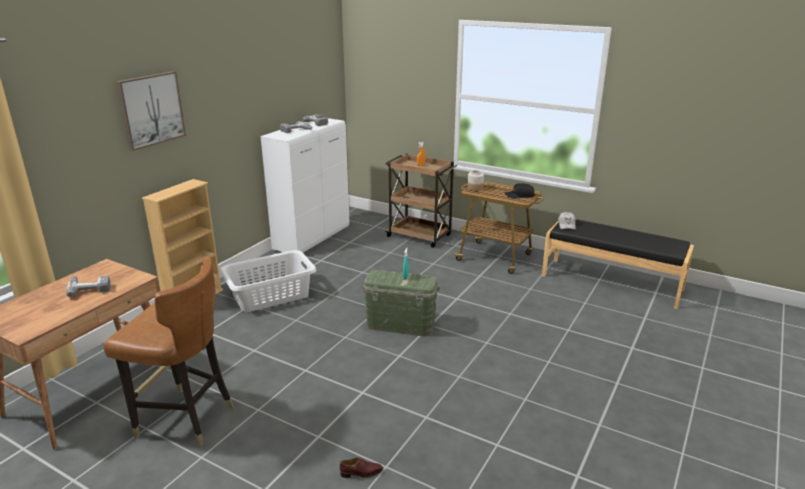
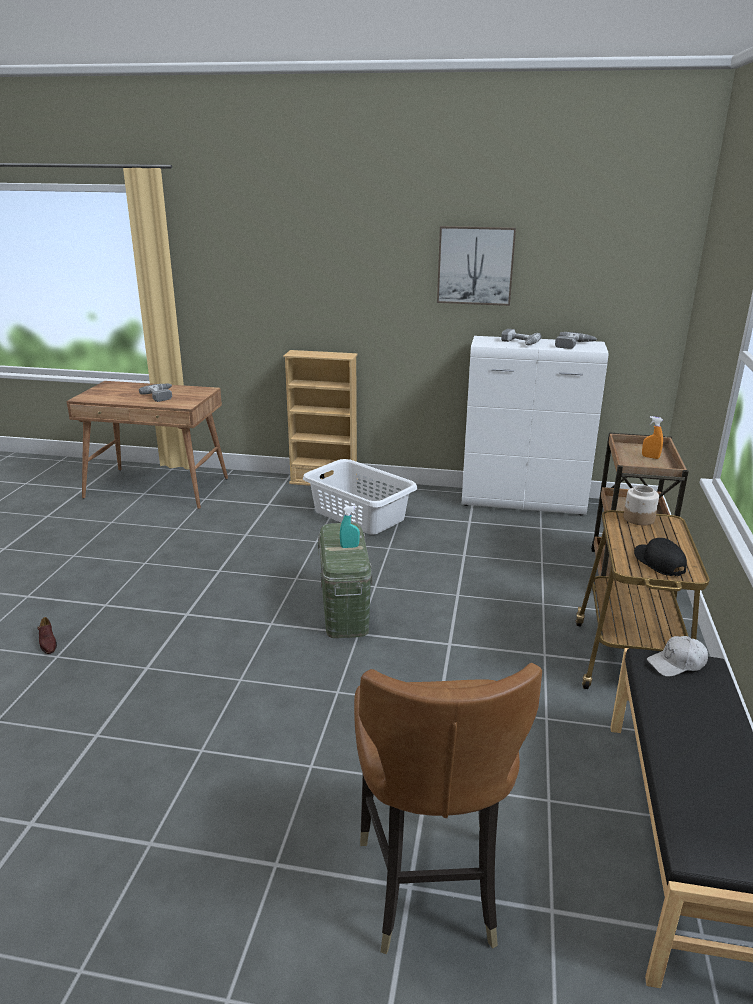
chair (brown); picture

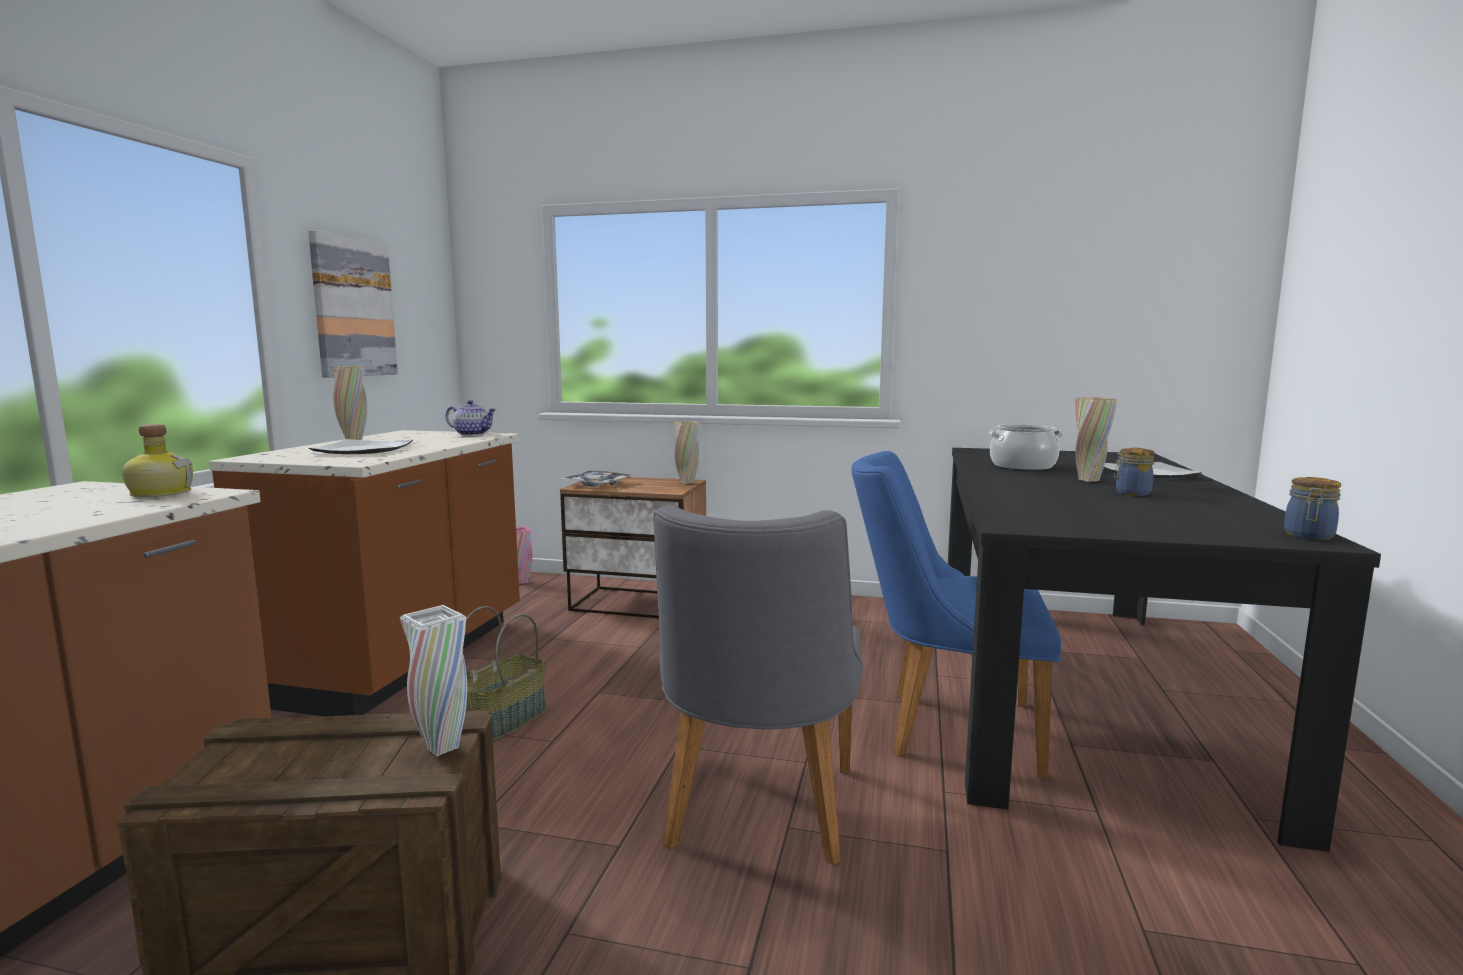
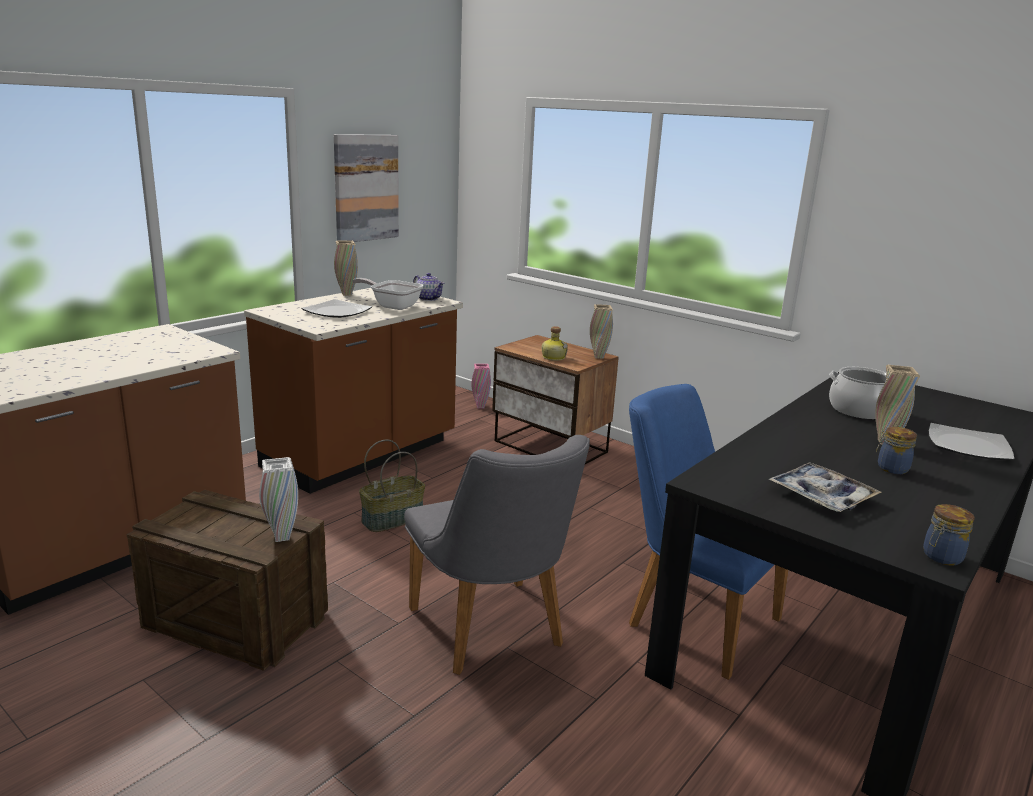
frying pan; bottle; tray; chair (grey)

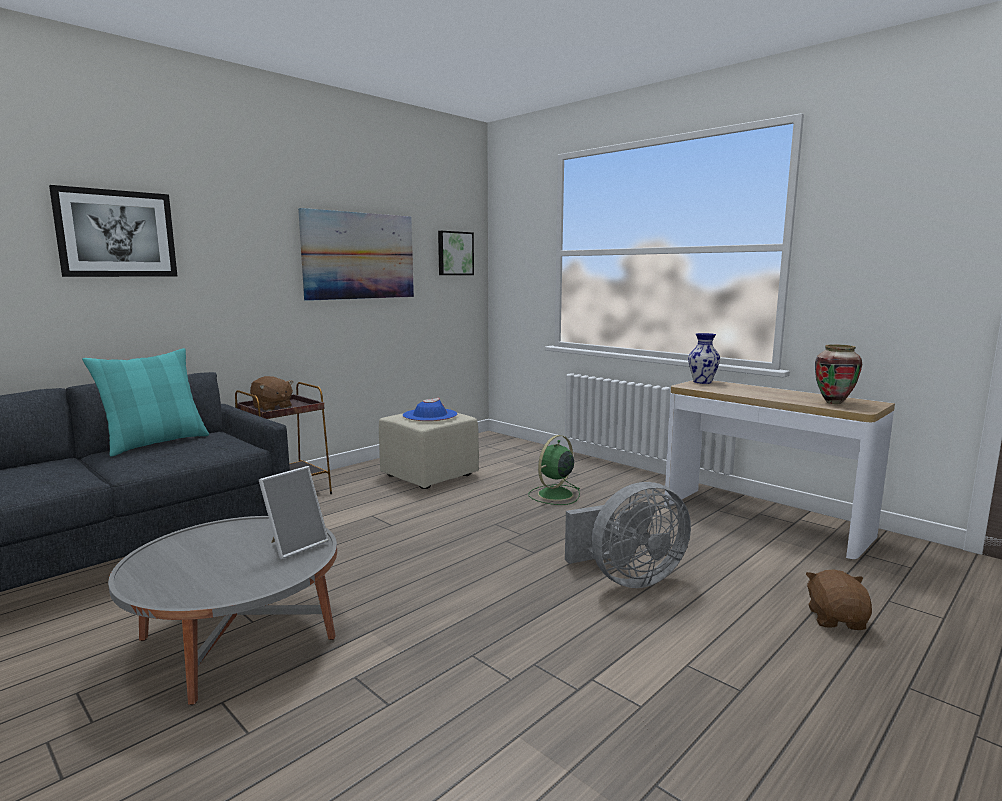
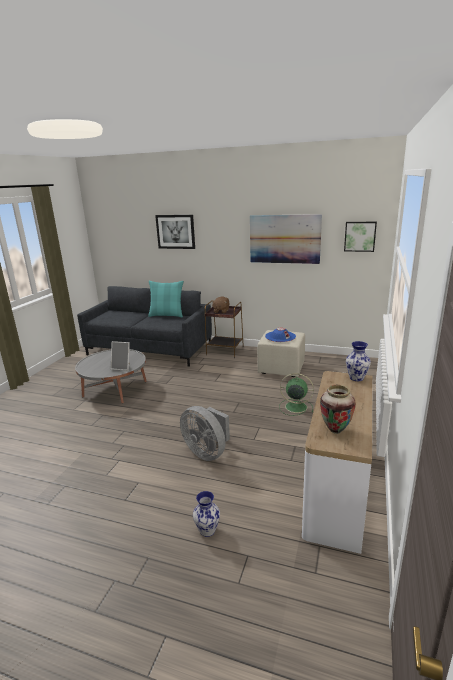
vase (1st from left)

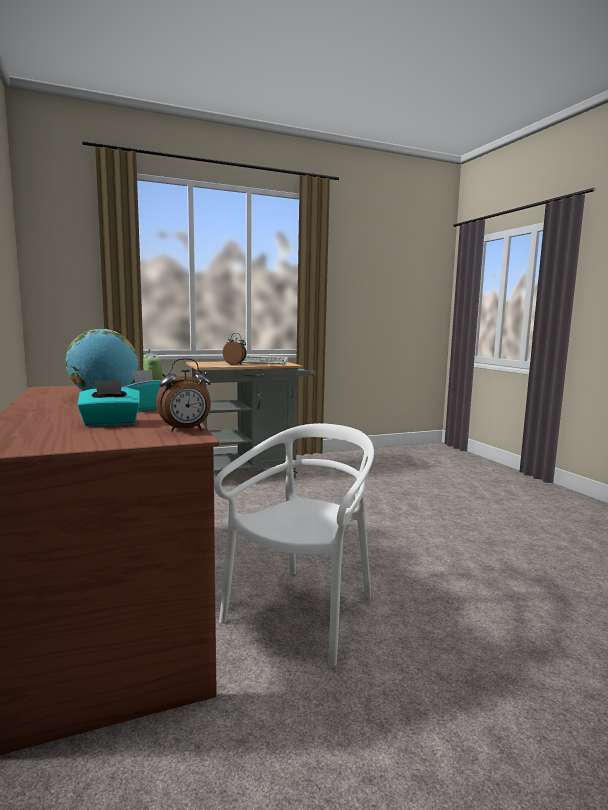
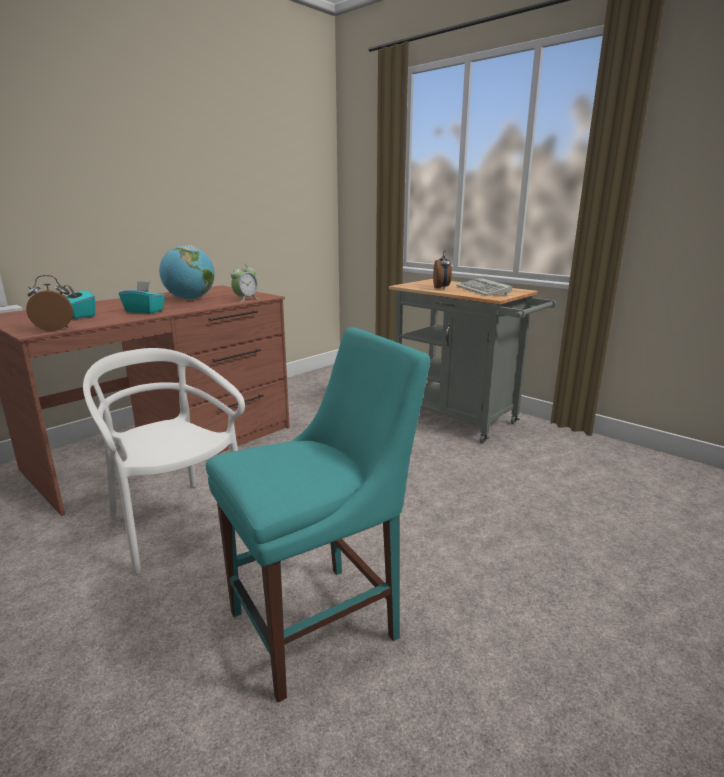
chair (turquoise); alarm clock (1st from left); chair (white)

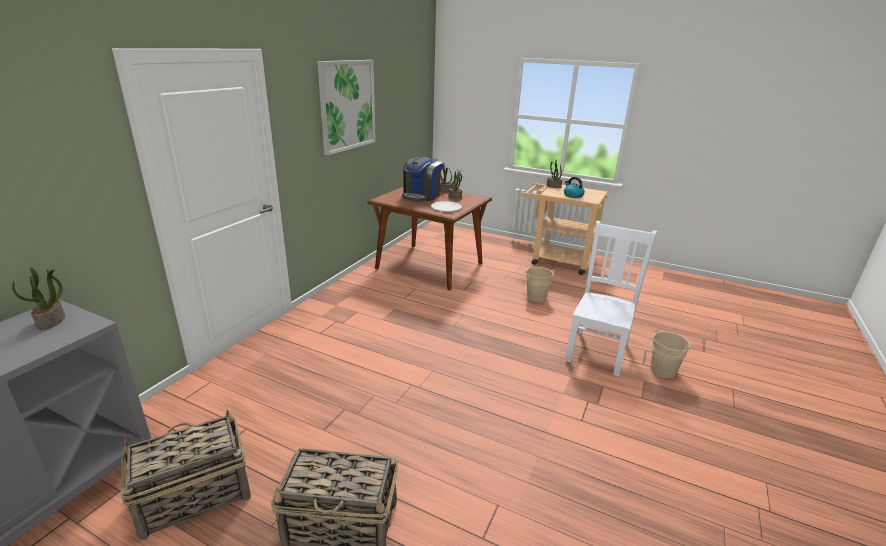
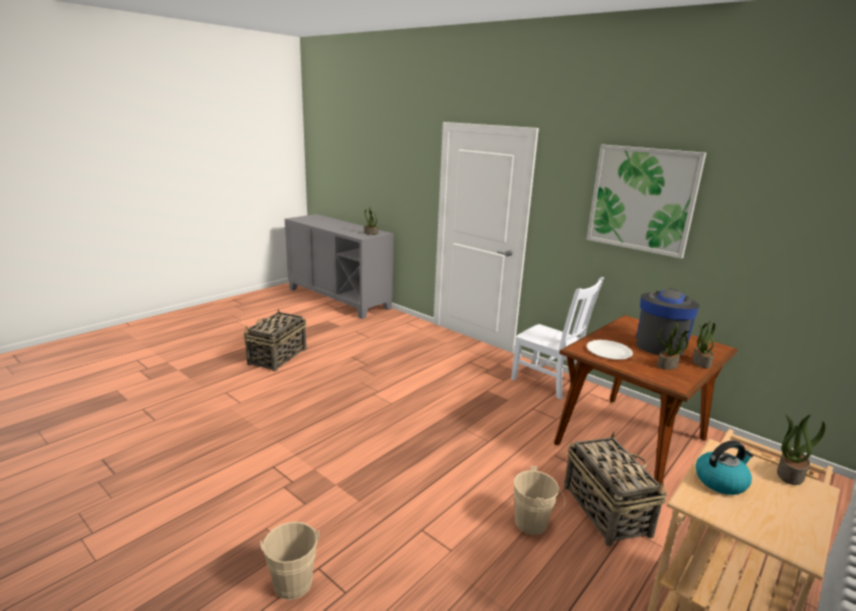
basket (2nd from left); chair (white); coffee machine

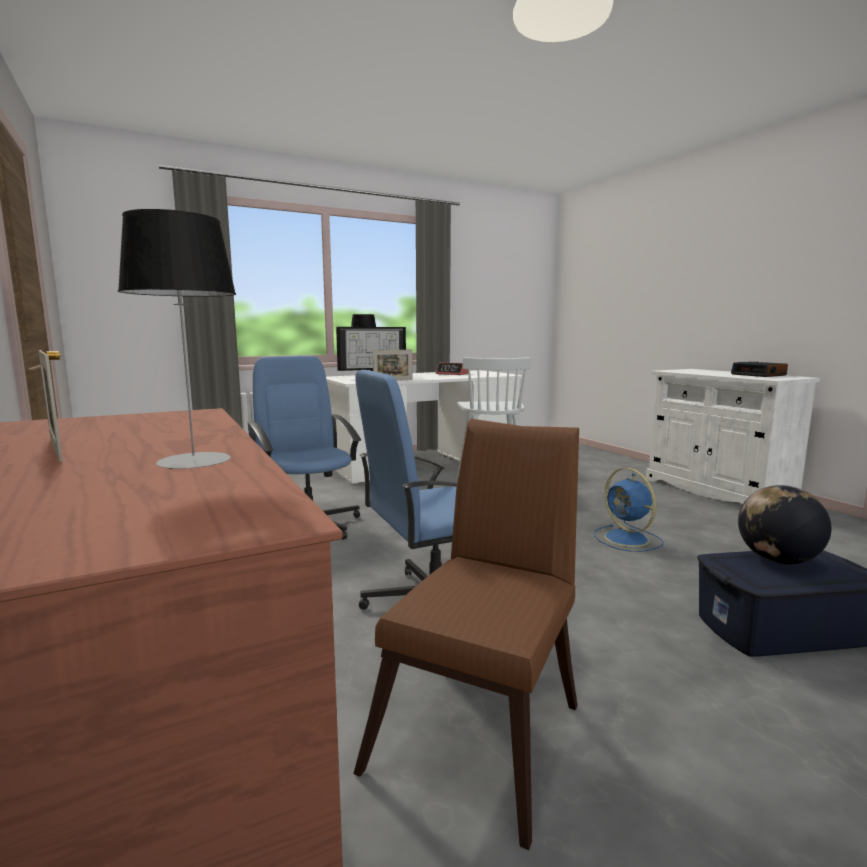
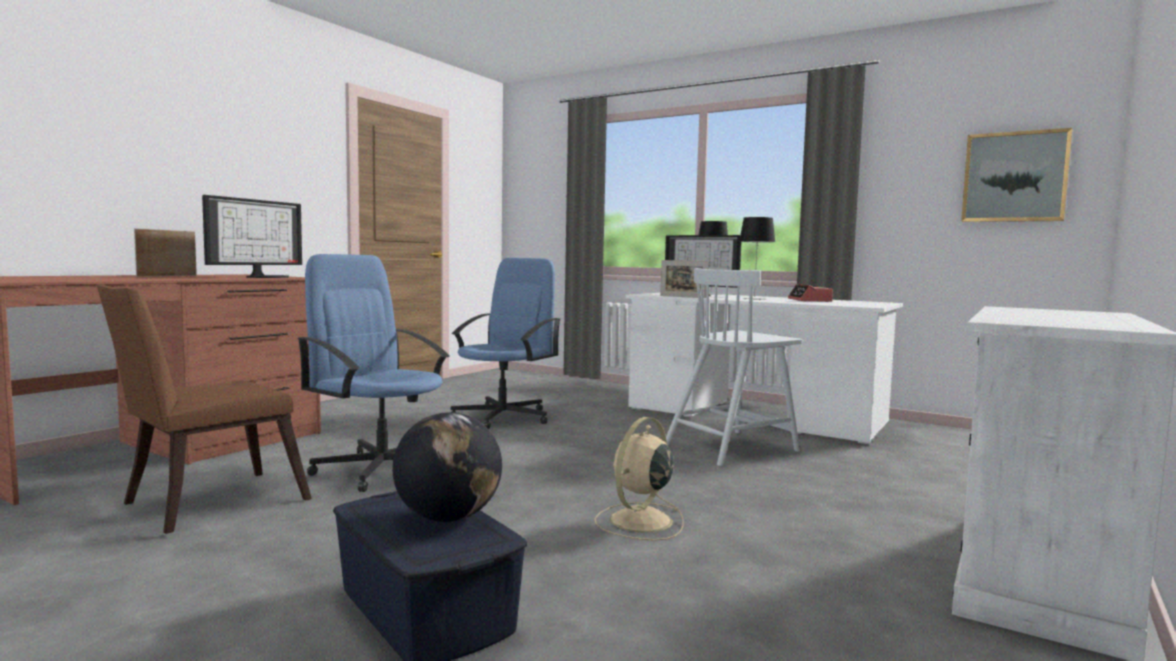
alarm clock (2nd from left in the first image); monitor (1st from left); picture; table lamp (2nd from left); fan (beige); chair (brown)

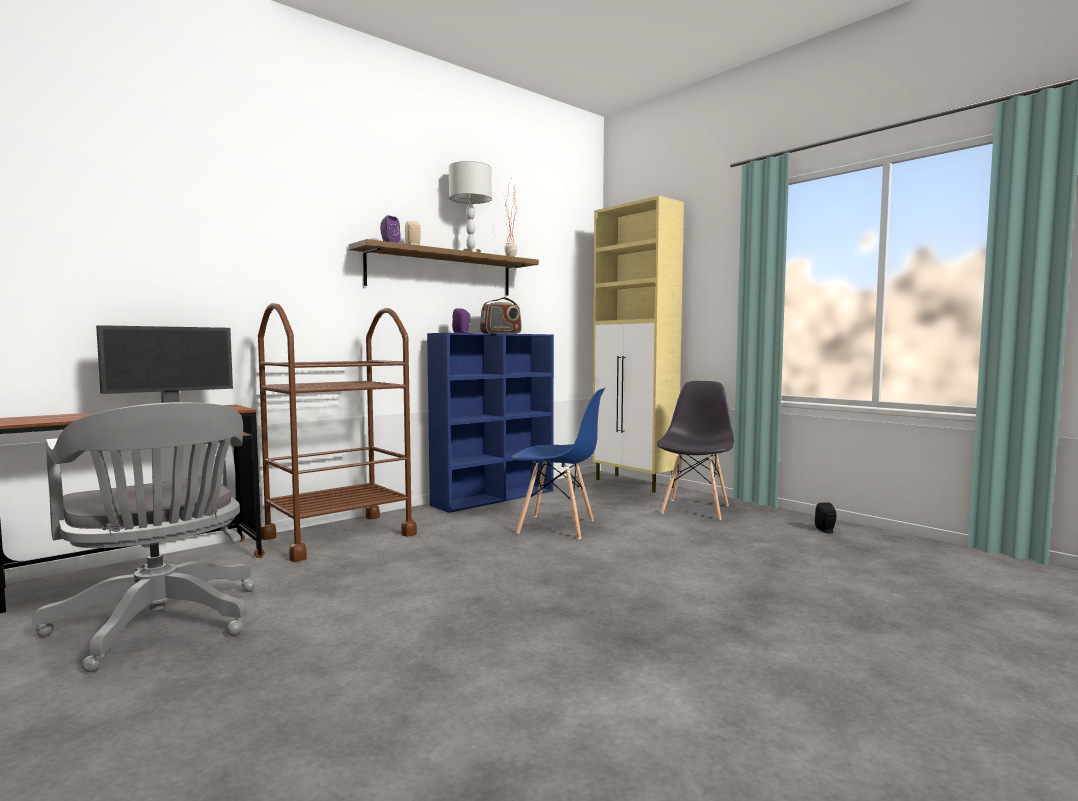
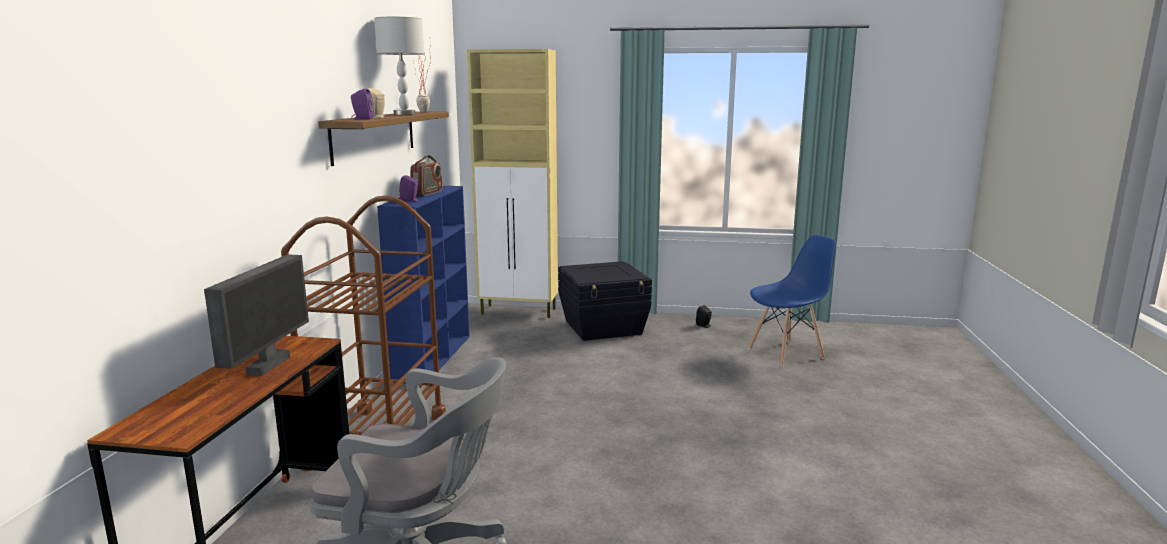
chair (blue); storage box (black)

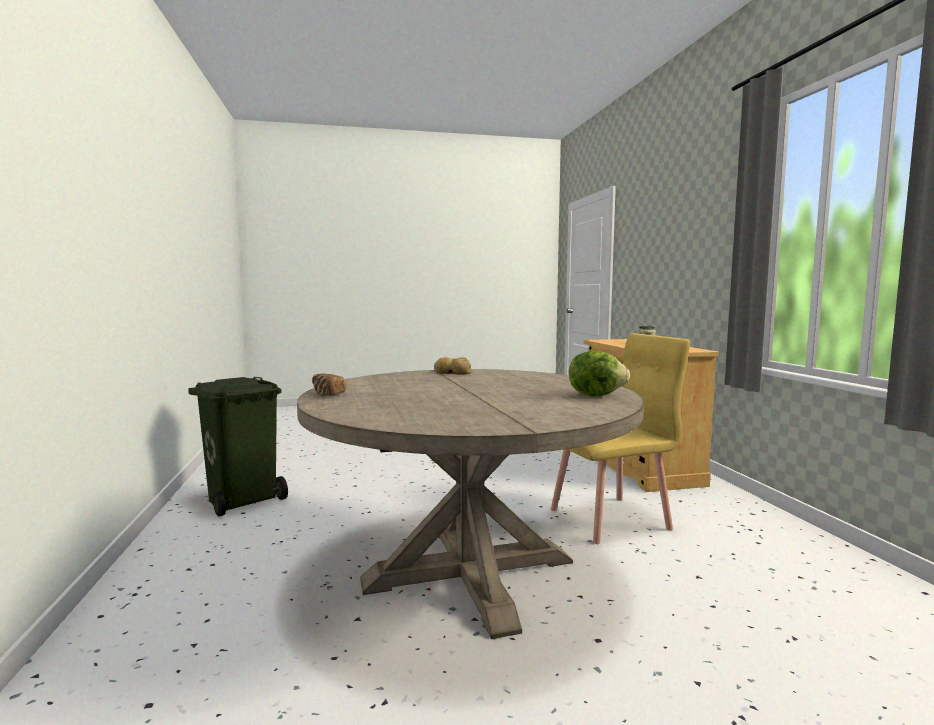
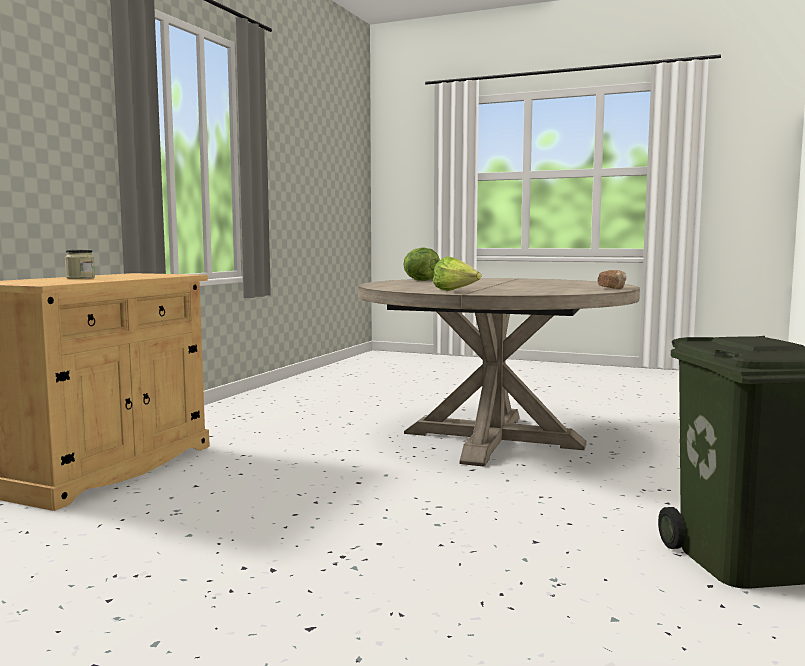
chair (yellow); lettuce (2nd from left)

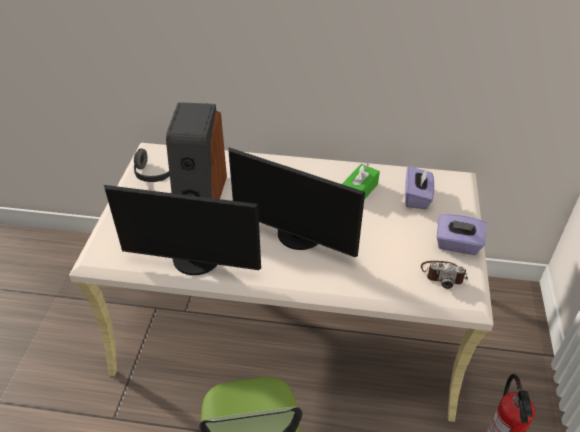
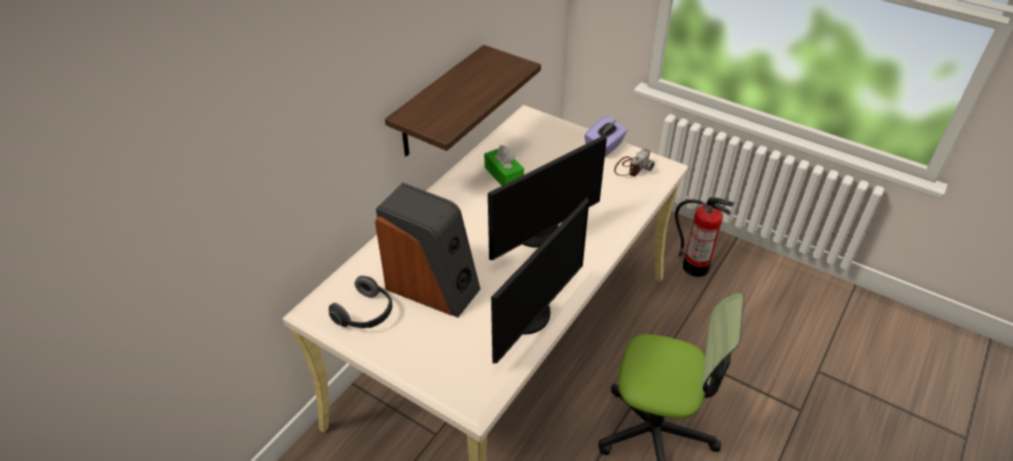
tissue box (purple) (1st from left in the first image); shelf

